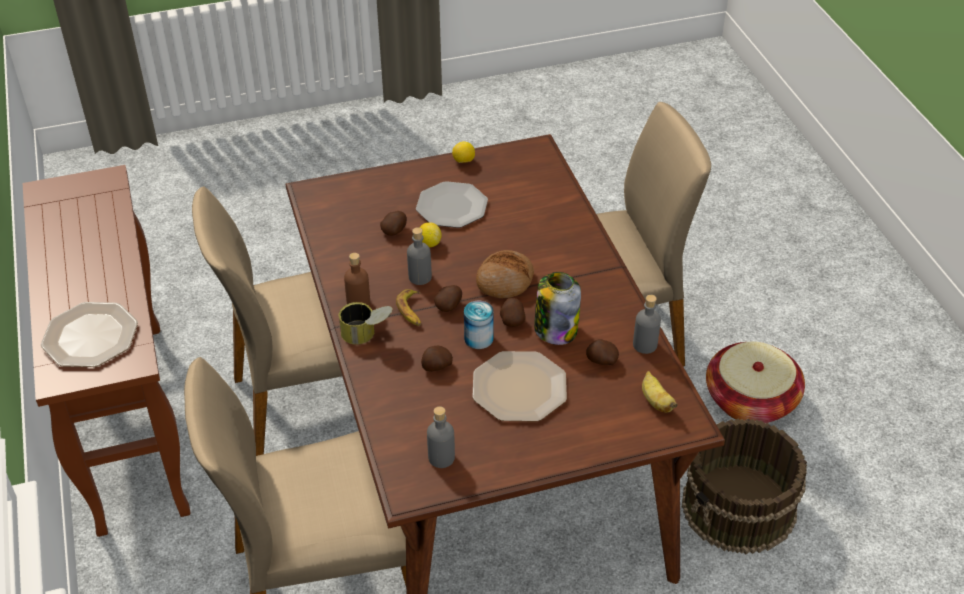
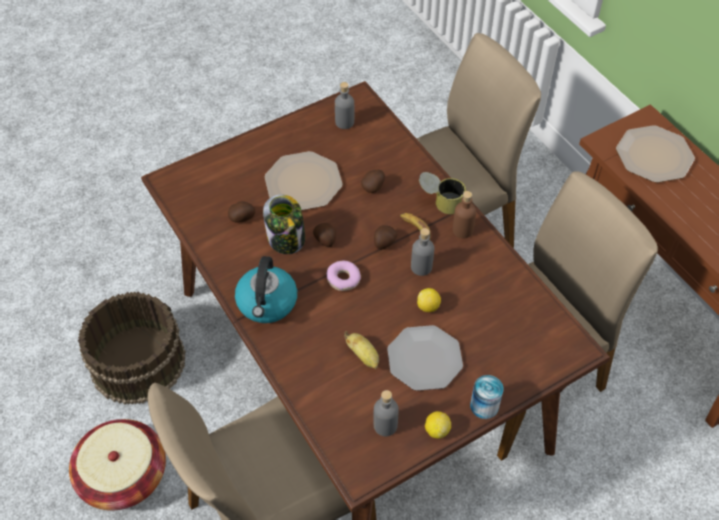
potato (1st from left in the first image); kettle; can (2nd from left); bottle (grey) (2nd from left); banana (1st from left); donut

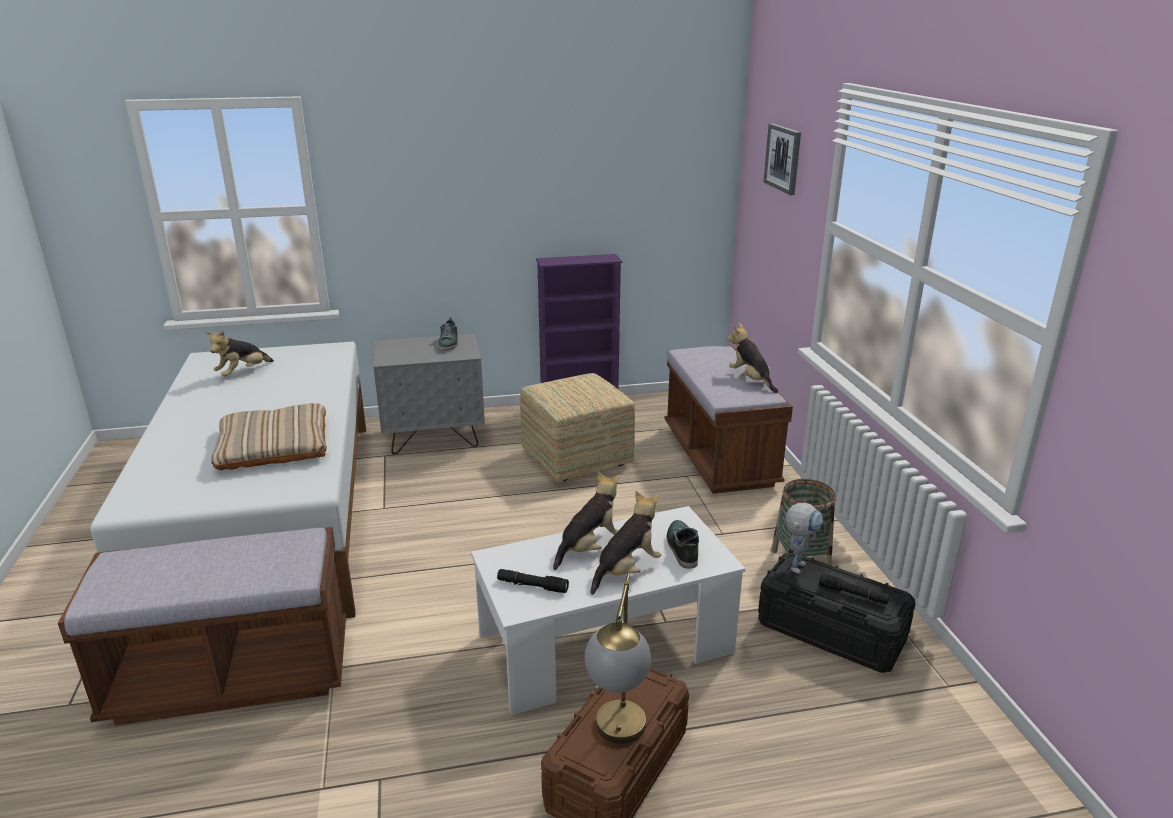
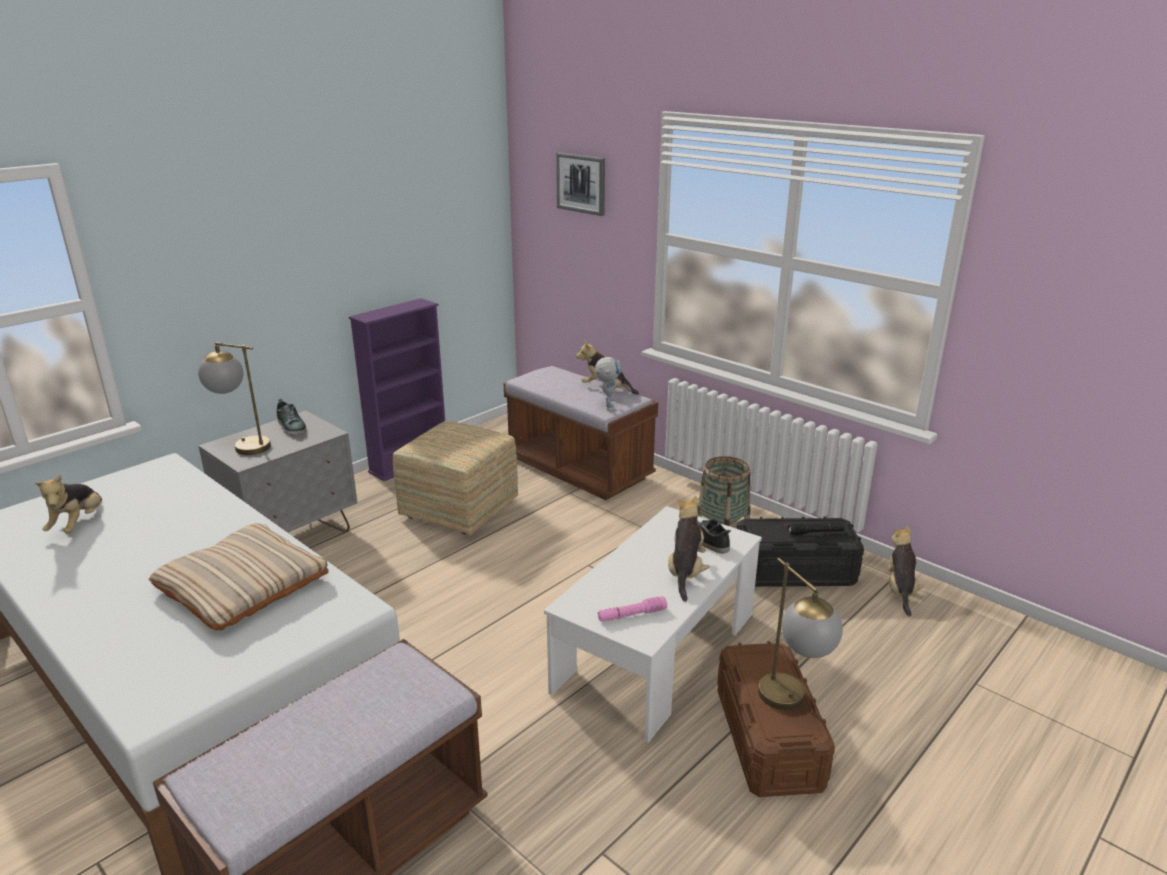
table lamp (1st from left); plush toy (4th from left); toy robot; flashlight (pink)

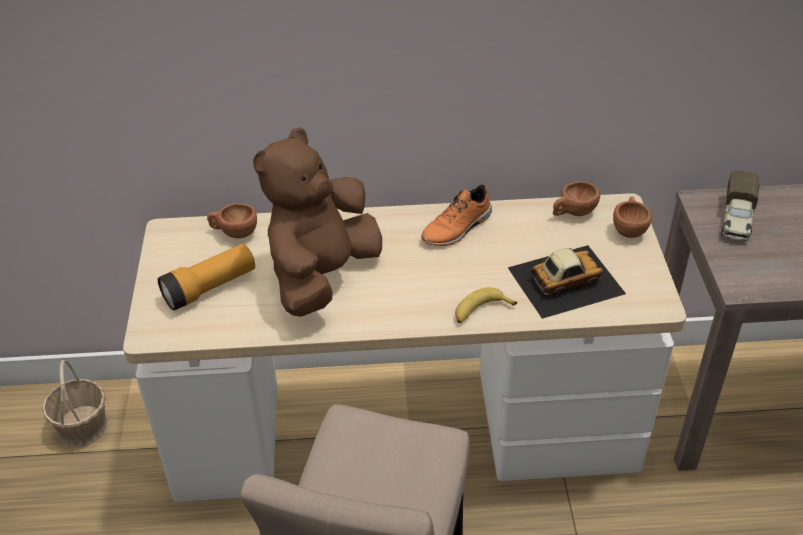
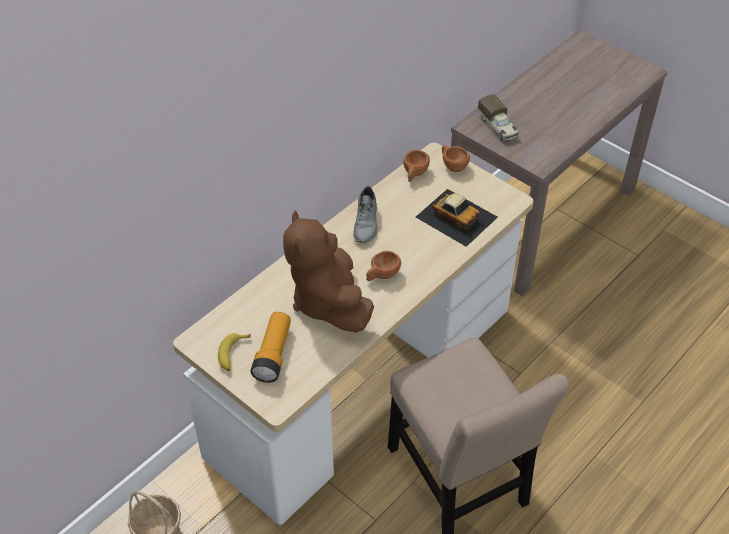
cup (brown) (1st from left); banana; shoe (grey); toy car

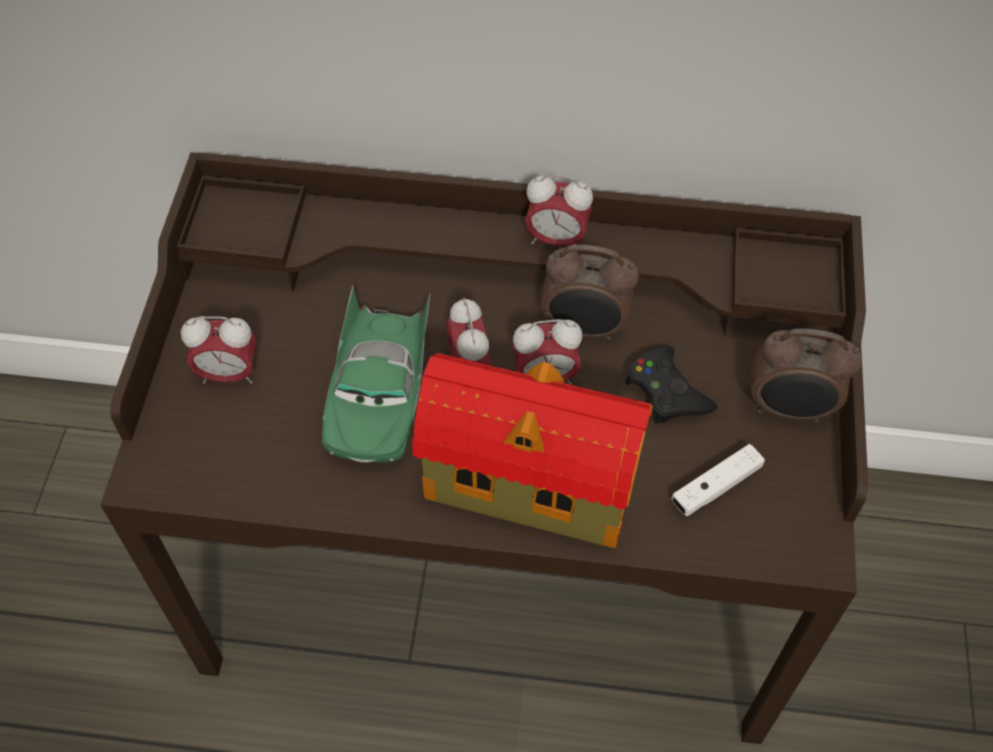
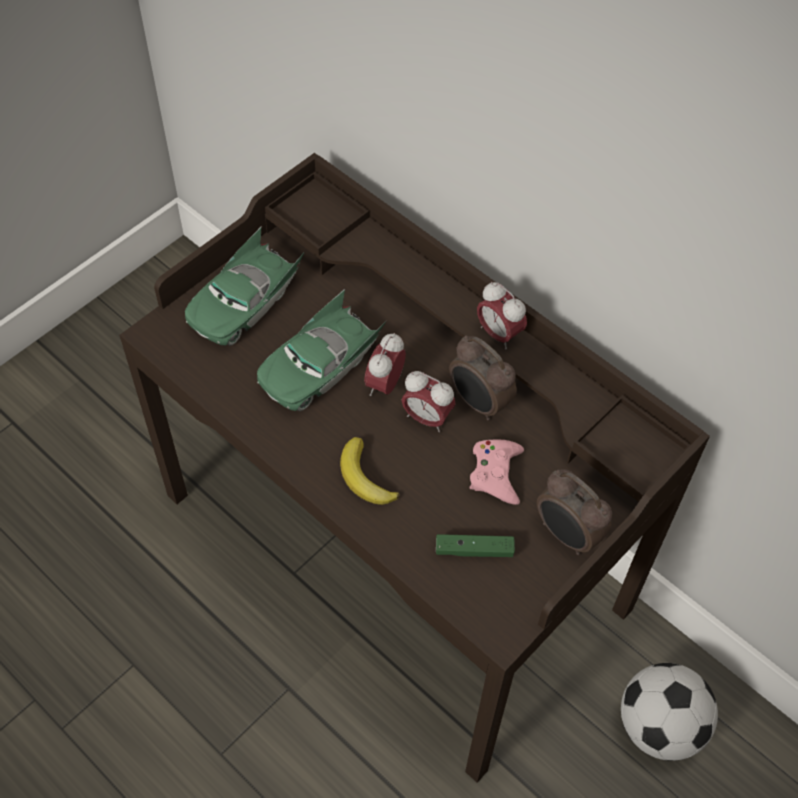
football; toy car (green) (1st from left); banana; game controller (pink); game controller (green)

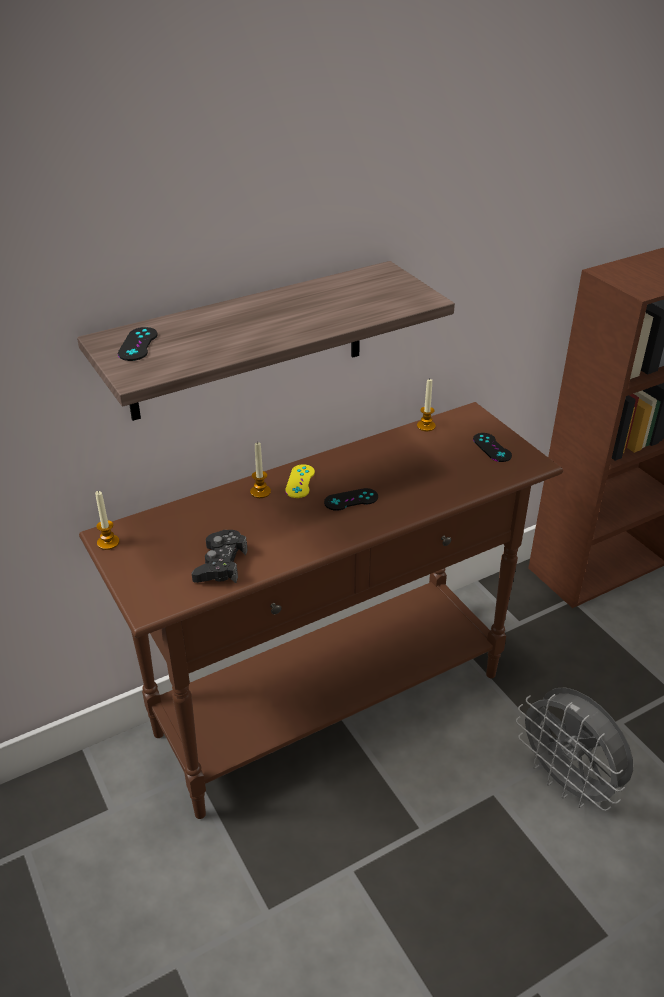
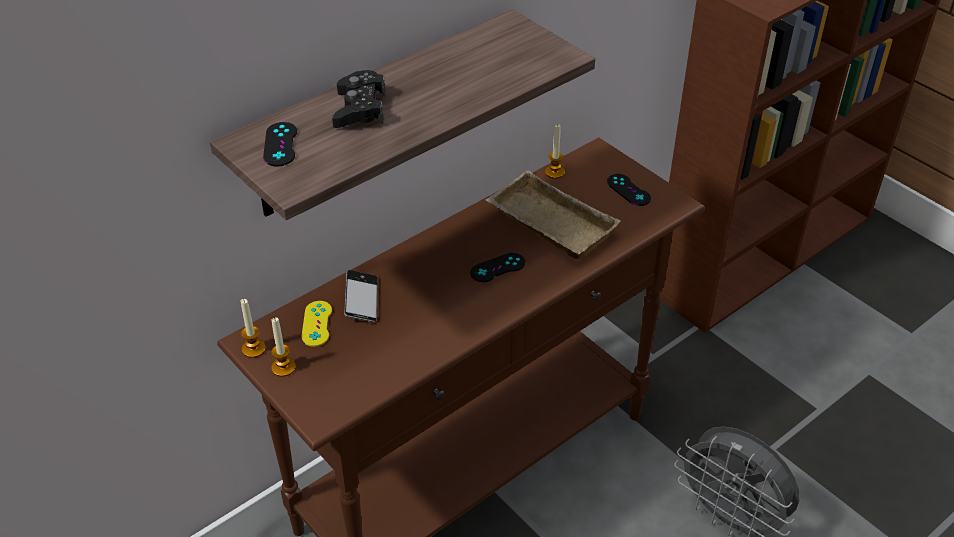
phone; tray (beige); game controller (black) (2nd from left); candle (2nd from left); game controller (yellow)

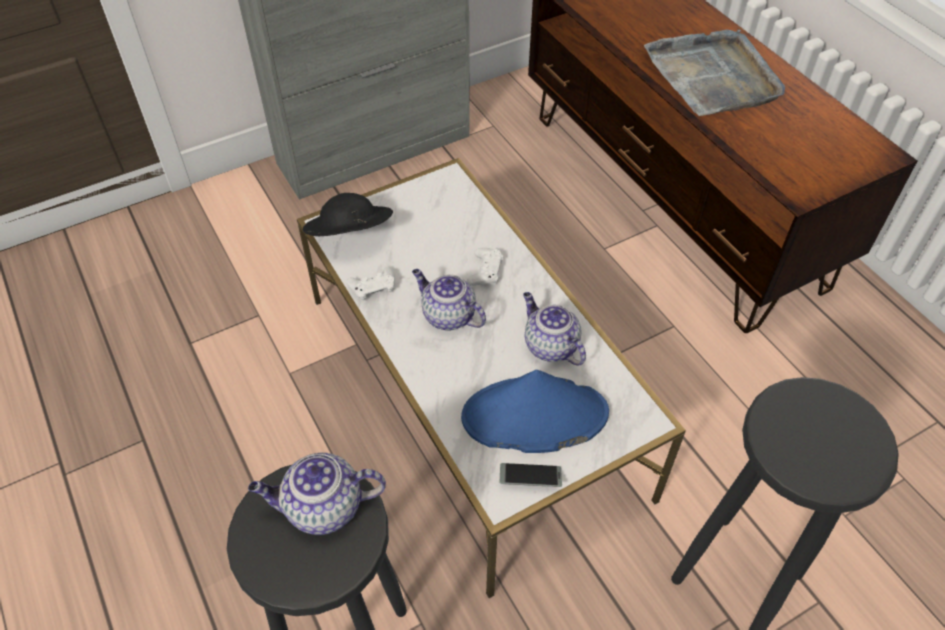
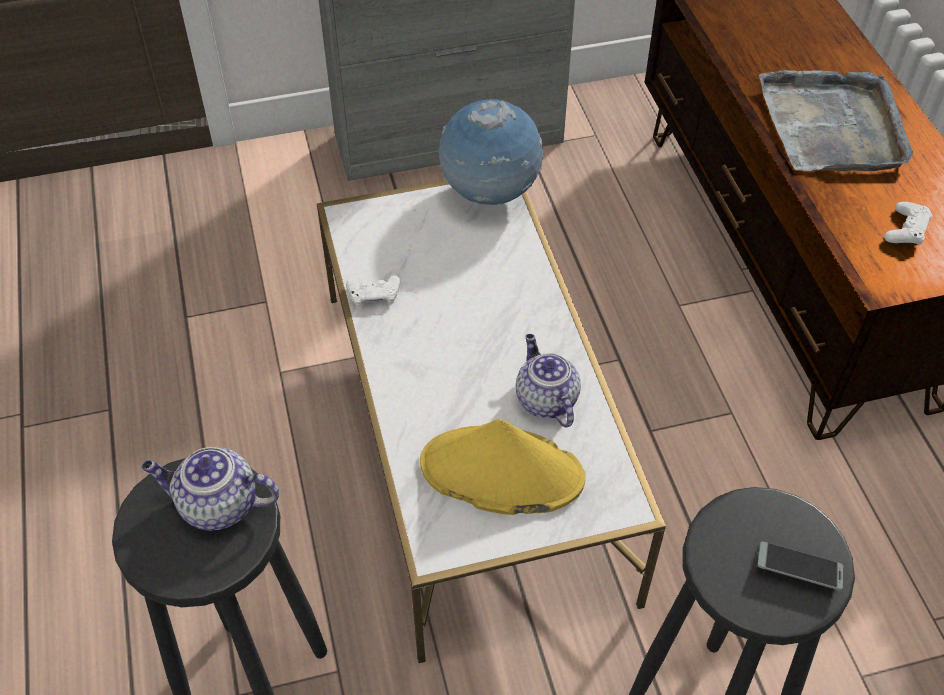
hat (black); teapot (2nd from left in the first image); globe; game controller (white) (2nd from left); phone; hat (yellow)

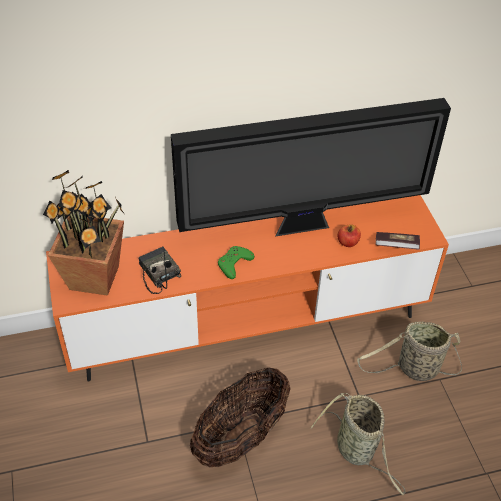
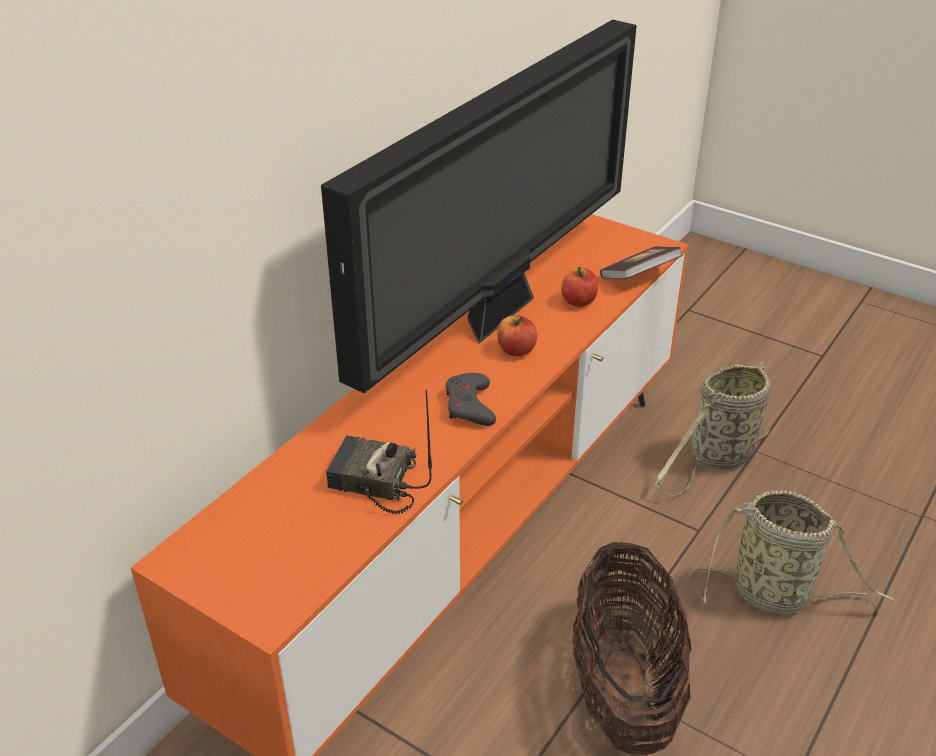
potted plant; apple (1st from left); game controller (grey)

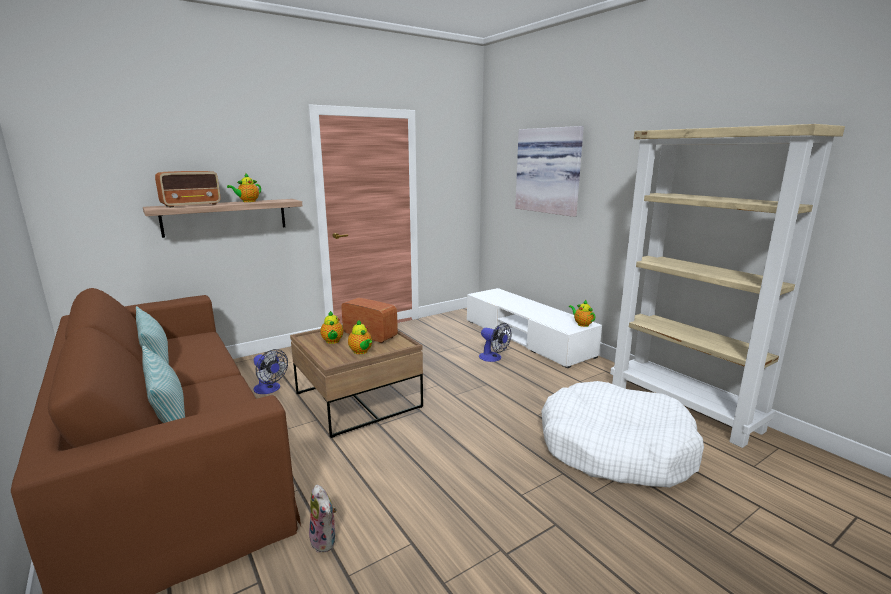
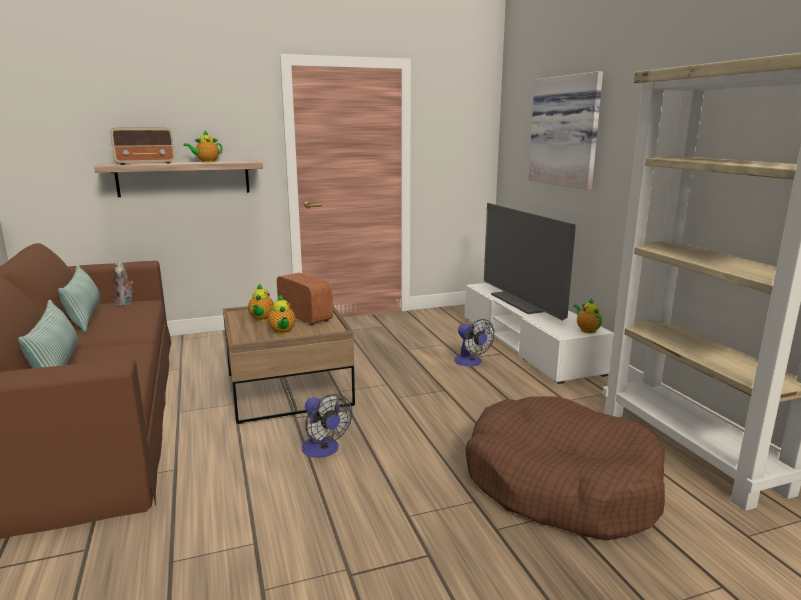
television; fan (1st from left); plush toy; dog bed (brown)

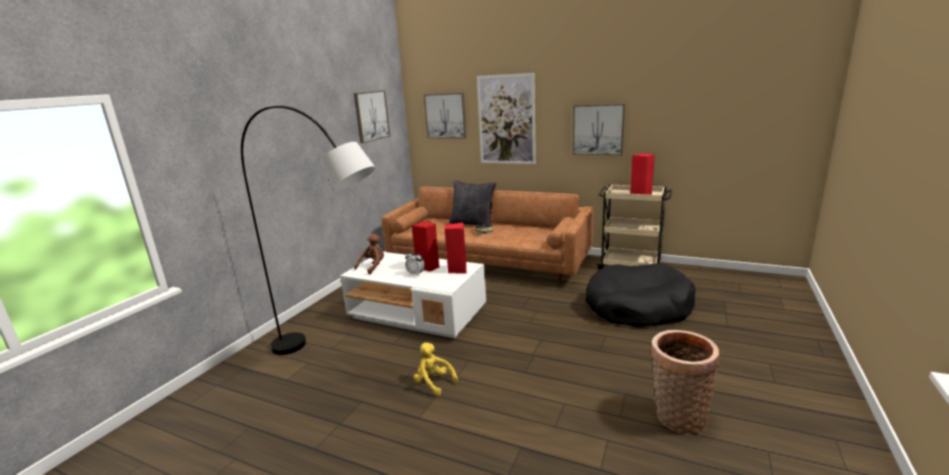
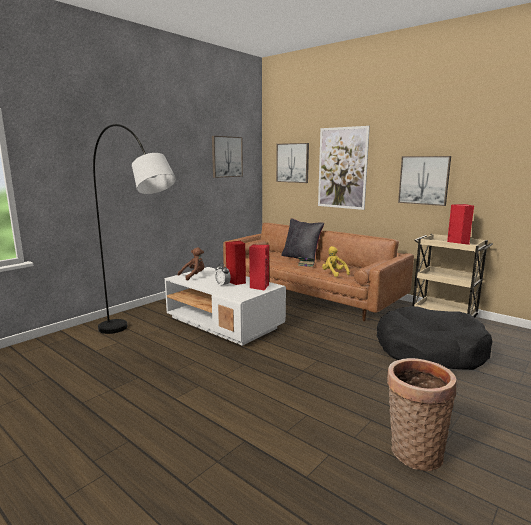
plush toy (yellow)

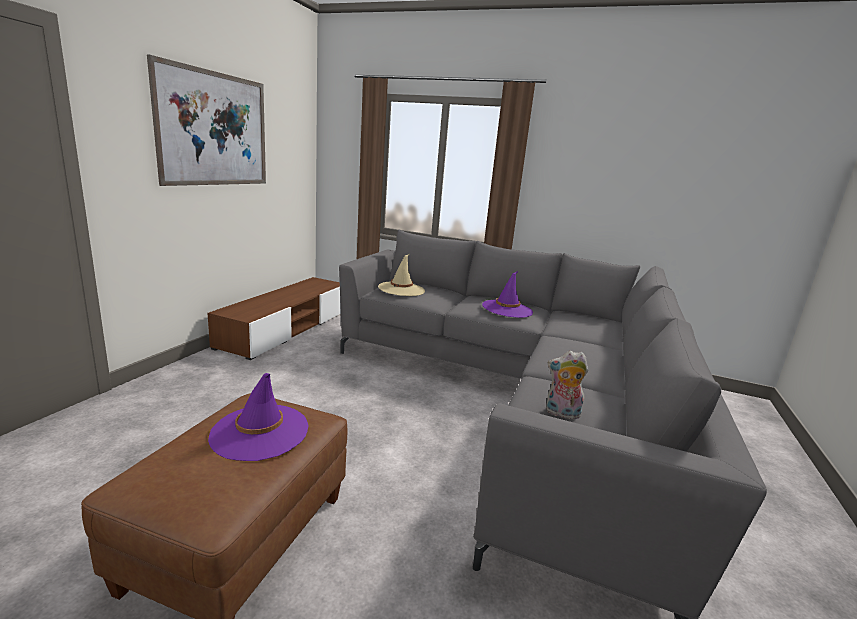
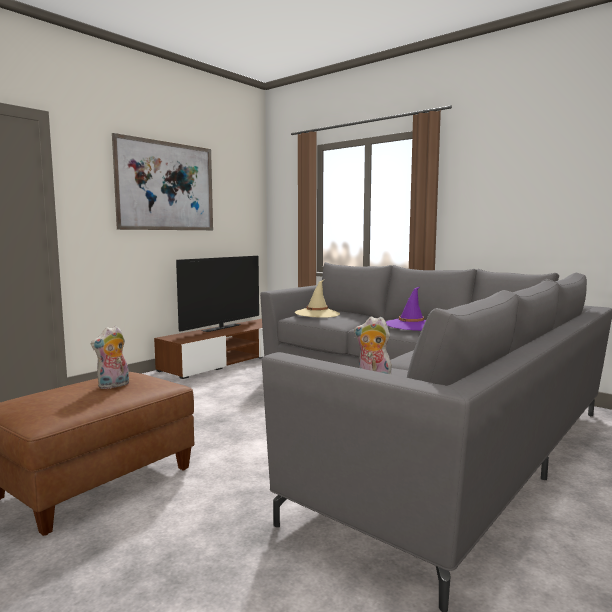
television; plush toy (1st from left)

